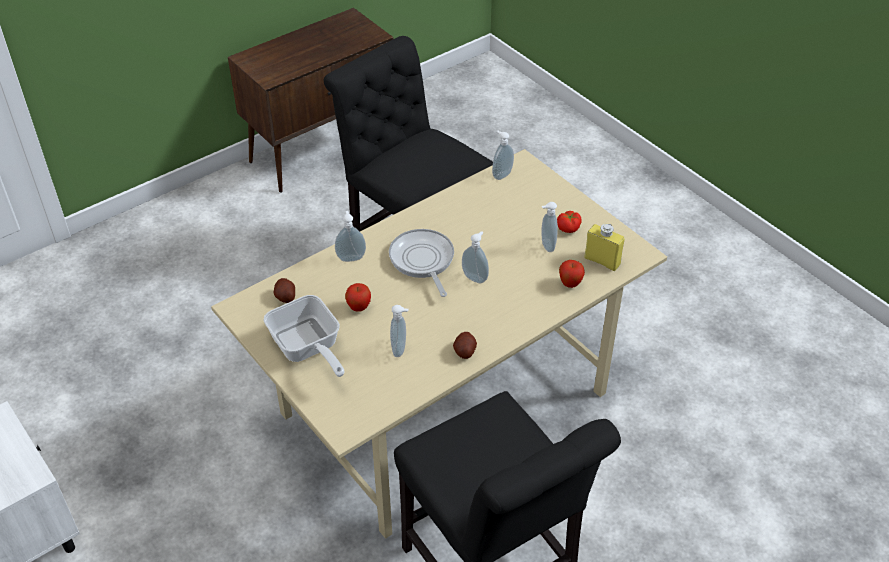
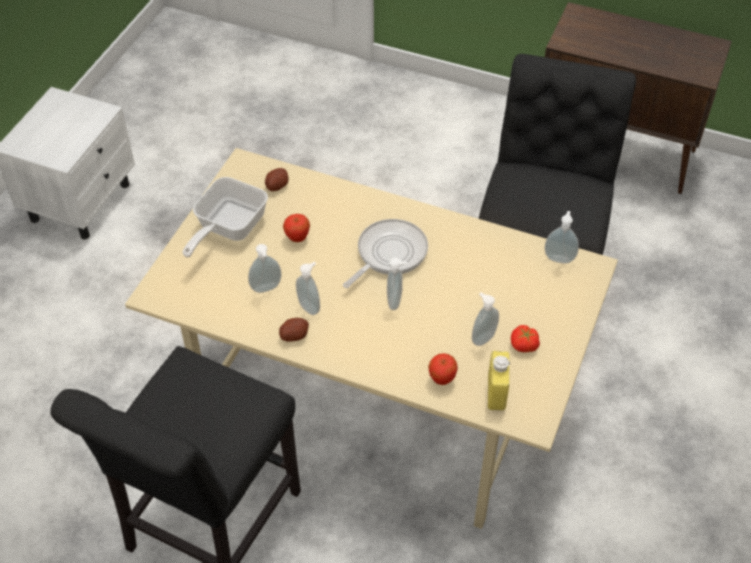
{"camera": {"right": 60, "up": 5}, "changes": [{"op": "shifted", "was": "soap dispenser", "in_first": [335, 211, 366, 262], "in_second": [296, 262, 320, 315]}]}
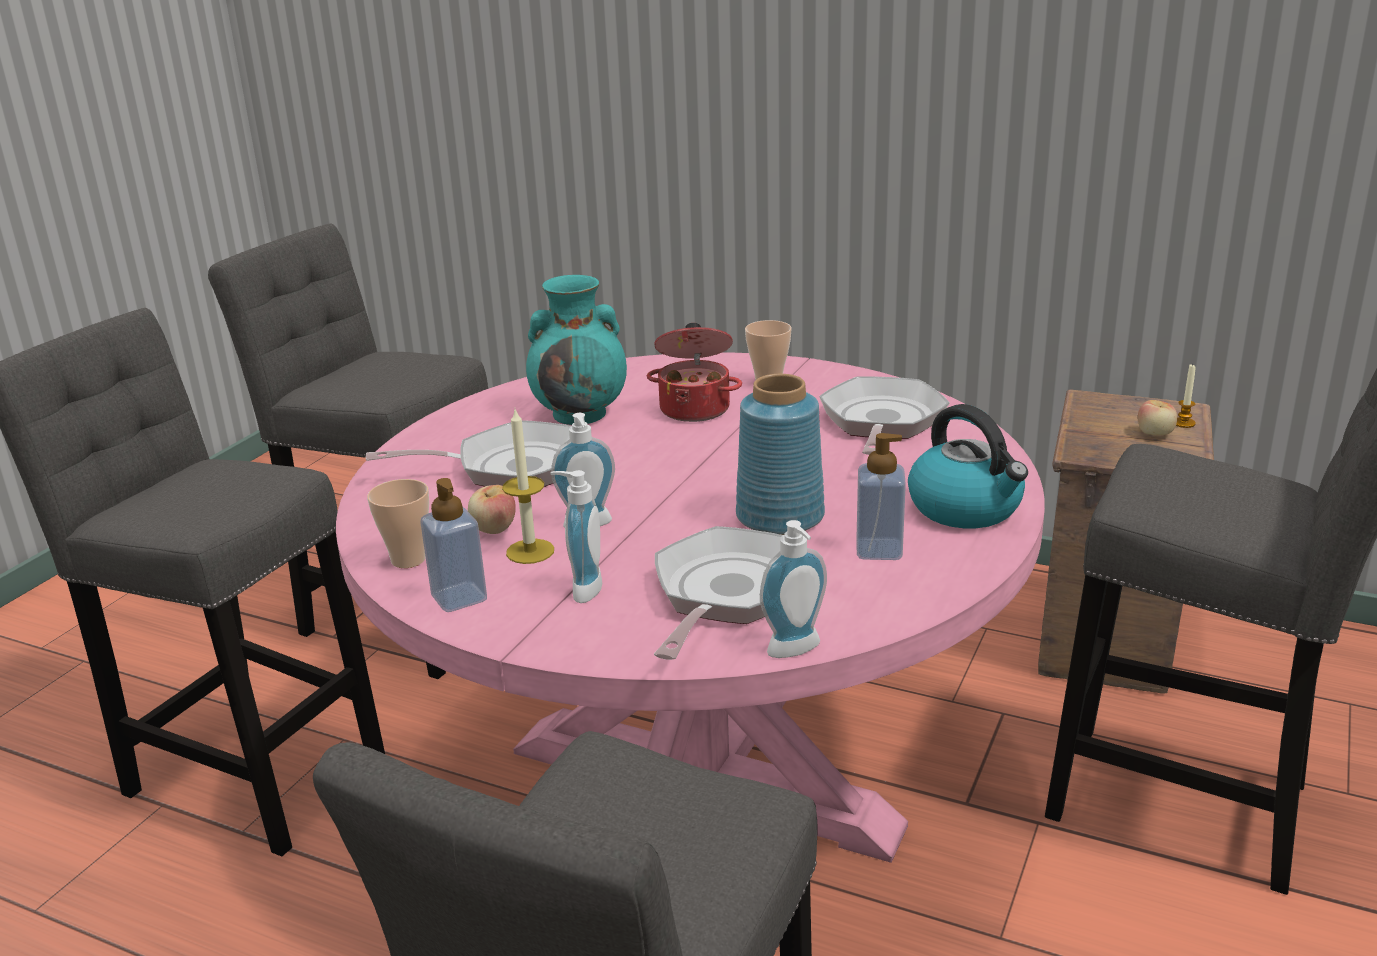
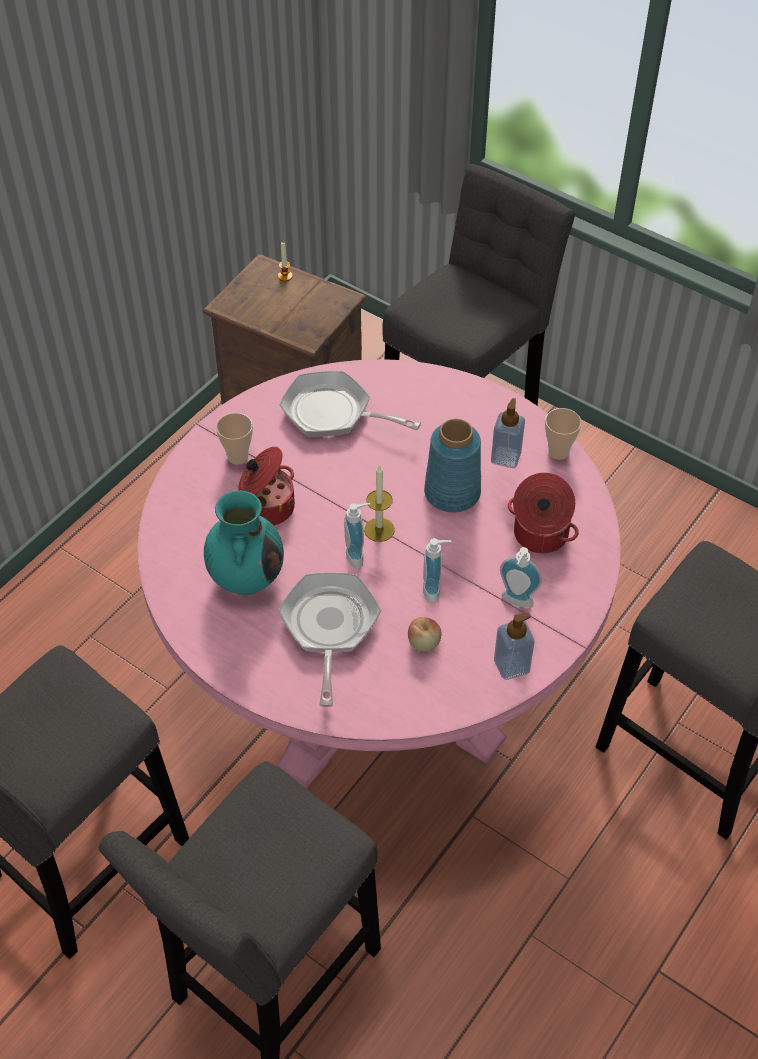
{"camera": {"right": -80, "up": 25}, "changes": [{"op": "shifted", "was": "soap dispenser", "in_first": [760, 520, 827, 658], "in_second": [344, 503, 370, 569]}, {"op": "shifted", "was": "candle", "in_first": [502, 407, 554, 564], "in_second": [364, 465, 395, 542]}, {"op": "swapped", "was": "frying pan", "now": "cooking pot", "in_first": [654, 526, 783, 660], "in_second": [508, 473, 579, 554]}, {"op": "shifted", "was": "cup", "in_first": [367, 479, 429, 568], "in_second": [545, 408, 582, 460]}, {"op": "gone", "was": "kettle", "in_first": [908, 404, 1028, 528]}, {"op": "gone", "was": "apple", "in_first": [1138, 400, 1177, 435]}]}
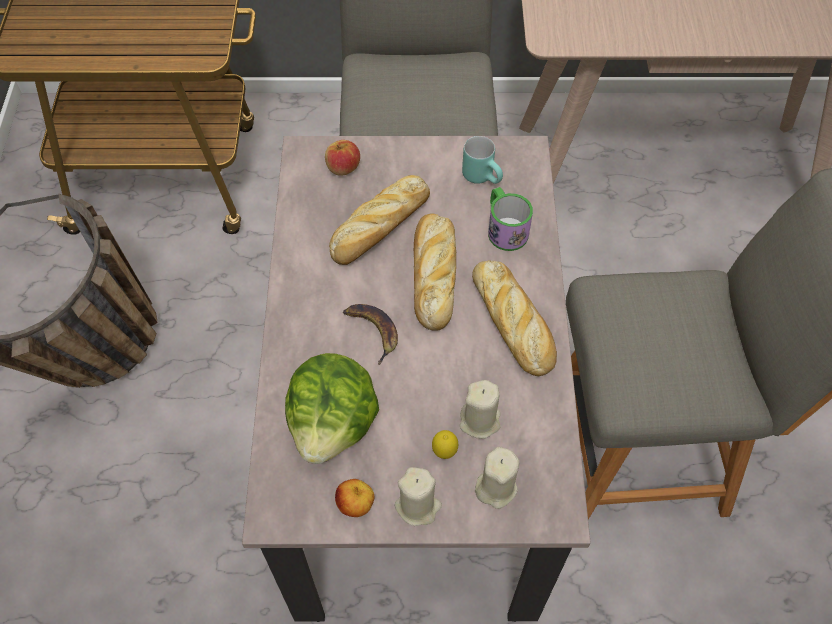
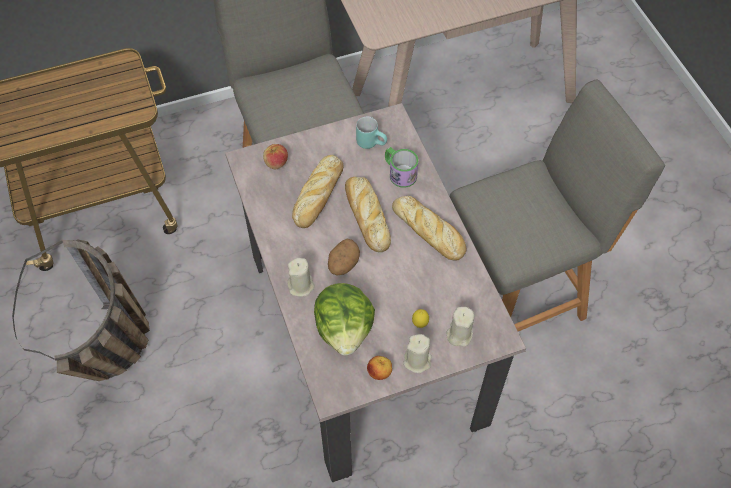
{"camera": {"right": -20, "up": 0}, "changes": [{"op": "shifted", "was": "beige candle", "in_first": [460, 380, 501, 439], "in_second": [287, 258, 315, 297]}, {"op": "swapped", "was": "banana", "now": "potato", "in_first": [343, 304, 398, 365], "in_second": [328, 239, 360, 276]}]}
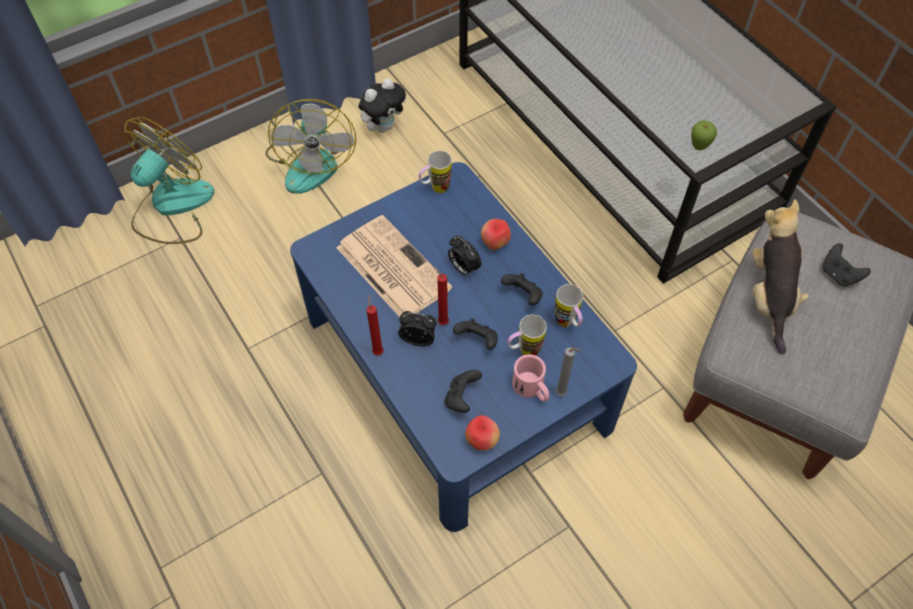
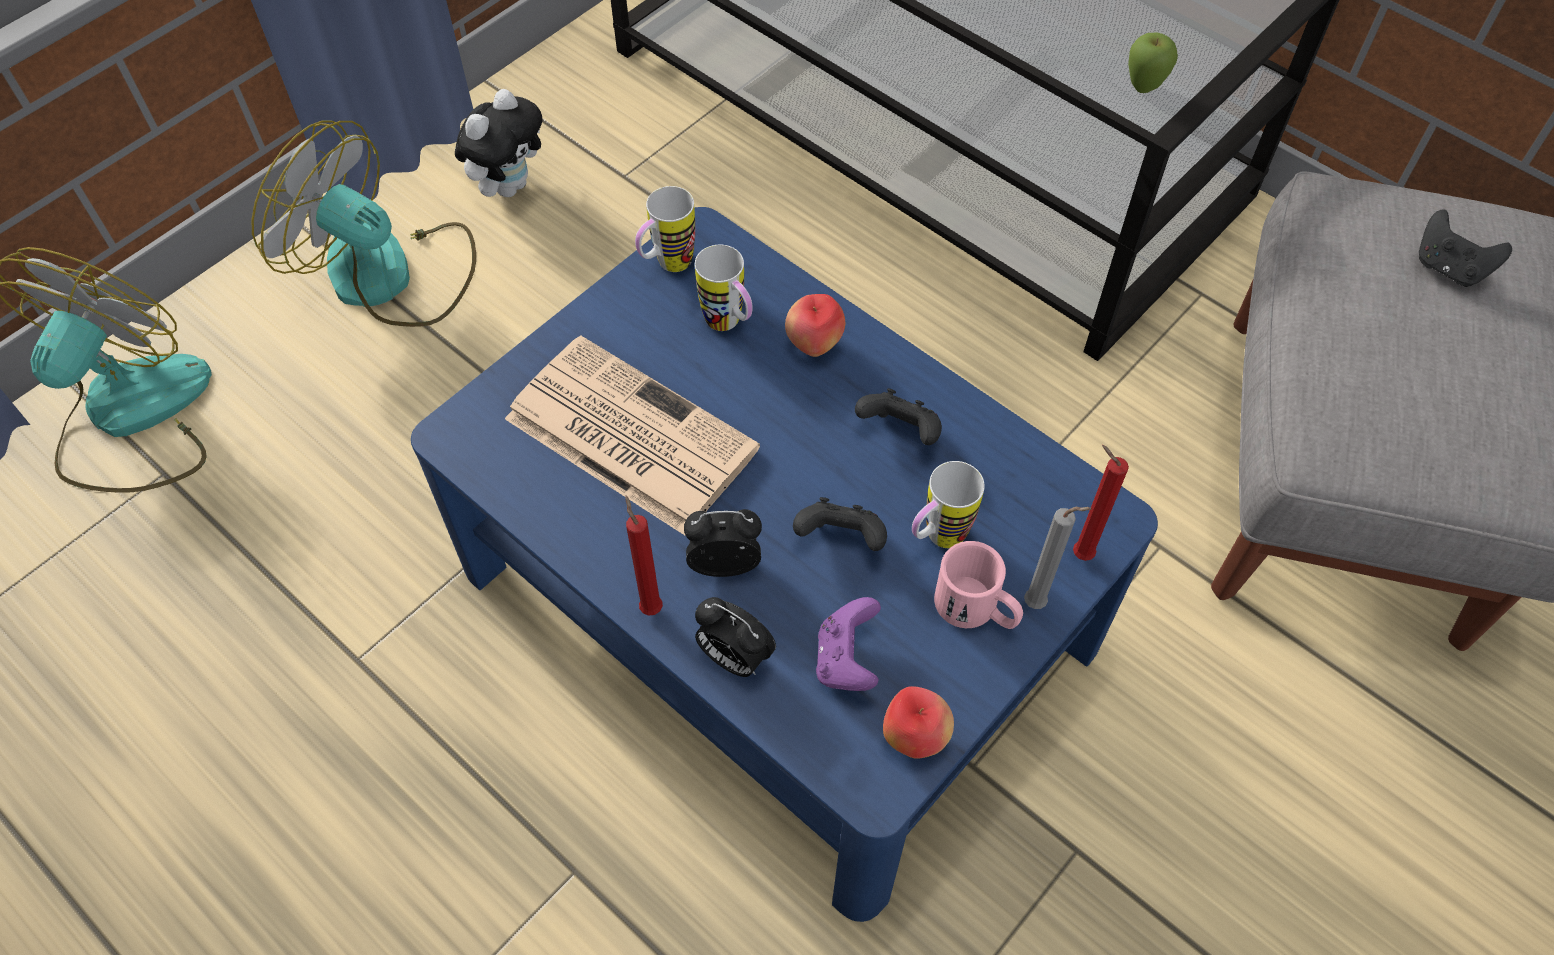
{"camera": {"right": -15, "up": 0}, "changes": [{"op": "rotated", "was": "fan", "in_first": [265, 99, 356, 194], "in_second": [251, 121, 476, 327], "clockwise": 135}, {"op": "shifted", "was": "mug", "in_first": [555, 284, 583, 327], "in_second": [695, 245, 753, 331]}, {"op": "shifted", "was": "alarm clock", "in_first": [448, 236, 482, 276], "in_second": [695, 597, 776, 677]}, {"op": "repainted", "was": "black game controller", "now": "purple game controller", "in_first": [444, 370, 482, 413], "in_second": [816, 597, 881, 691]}, {"op": "shifted", "was": "red candle", "in_first": [435, 266, 449, 325], "in_second": [1073, 445, 1129, 561]}, {"op": "gone", "was": "plush toy", "in_first": [752, 199, 809, 354]}]}
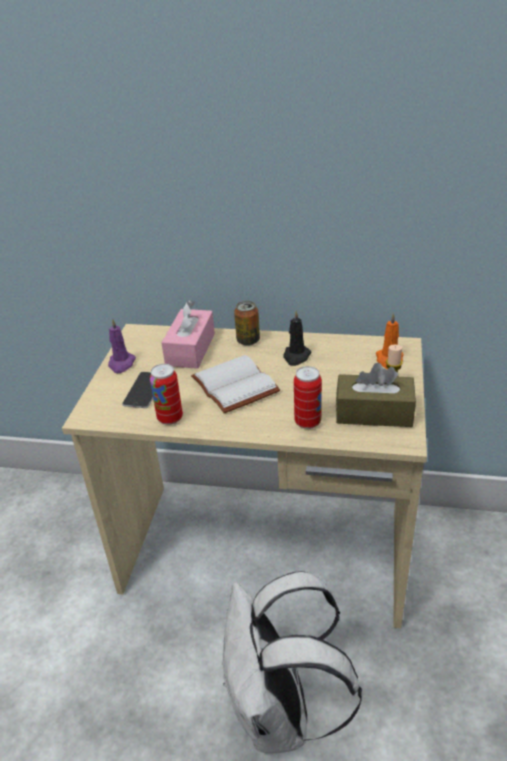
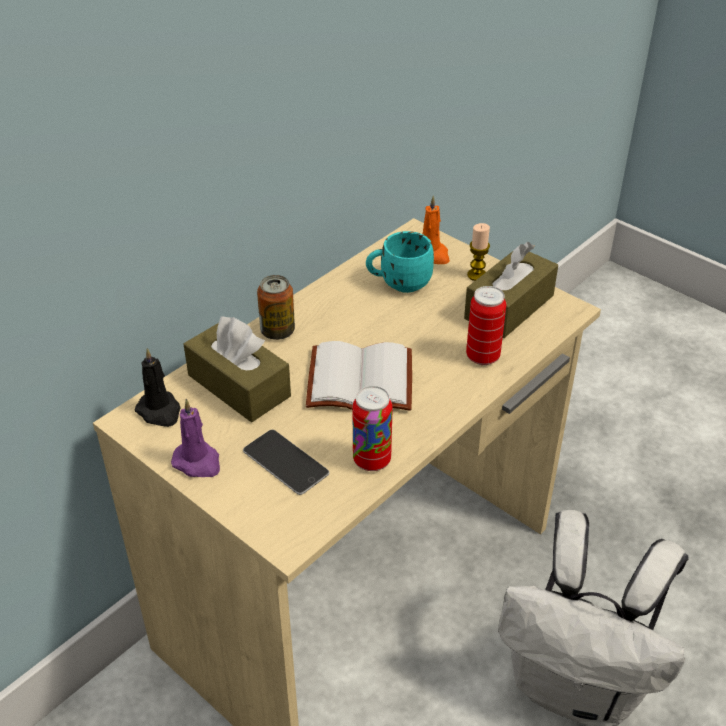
{"camera": {"right": -60, "up": 5}, "changes": [{"op": "shifted", "was": "black candle", "in_first": [283, 311, 311, 366], "in_second": [135, 348, 181, 427]}, {"op": "repainted", "was": "pink tissue box", "now": "brown tissue box", "in_first": [161, 300, 215, 369], "in_second": [183, 316, 291, 422]}, {"op": "new", "now": "turquoise mug", "in_second": [366, 231, 434, 293]}]}
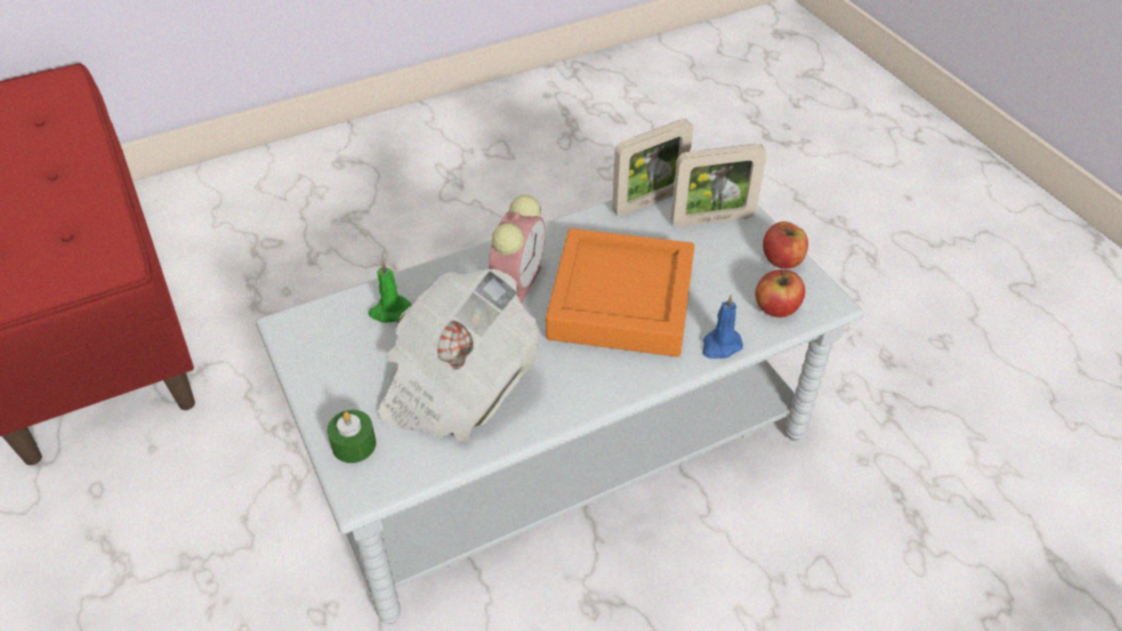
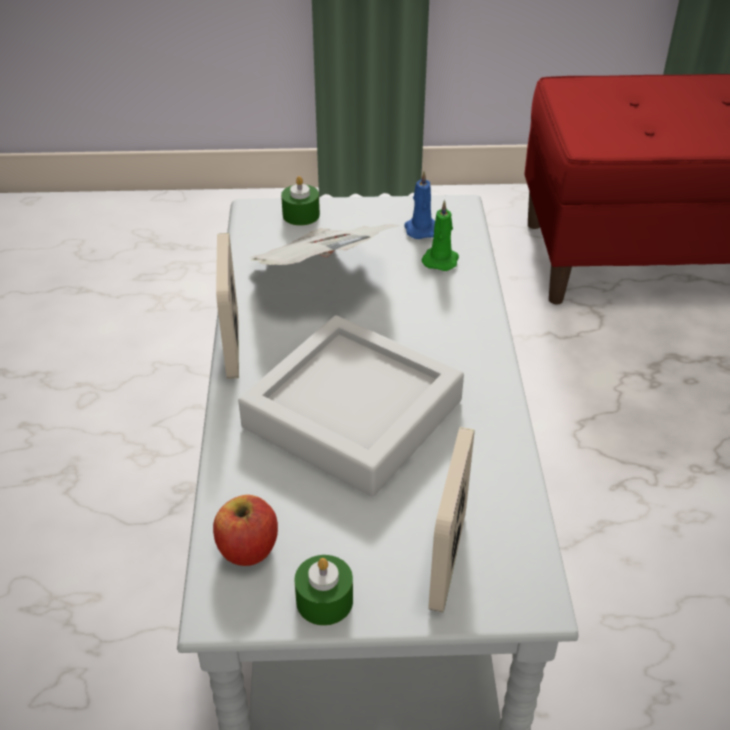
{"camera": {"right": 115, "up": -5}, "changes": [{"op": "shifted", "was": "picture frame", "in_first": [612, 119, 693, 216], "in_second": [216, 233, 239, 379]}, {"op": "repainted", "was": "orange tray", "now": "grey tray", "in_first": [546, 228, 694, 357], "in_second": [238, 315, 464, 497]}, {"op": "swapped", "was": "apple", "now": "green candle", "in_first": [763, 221, 808, 269], "in_second": [294, 555, 353, 626]}, {"op": "shifted", "was": "blue candle", "in_first": [702, 295, 743, 359], "in_second": [404, 171, 435, 239]}, {"op": "gone", "was": "alarm clock", "in_first": [489, 195, 545, 303]}]}
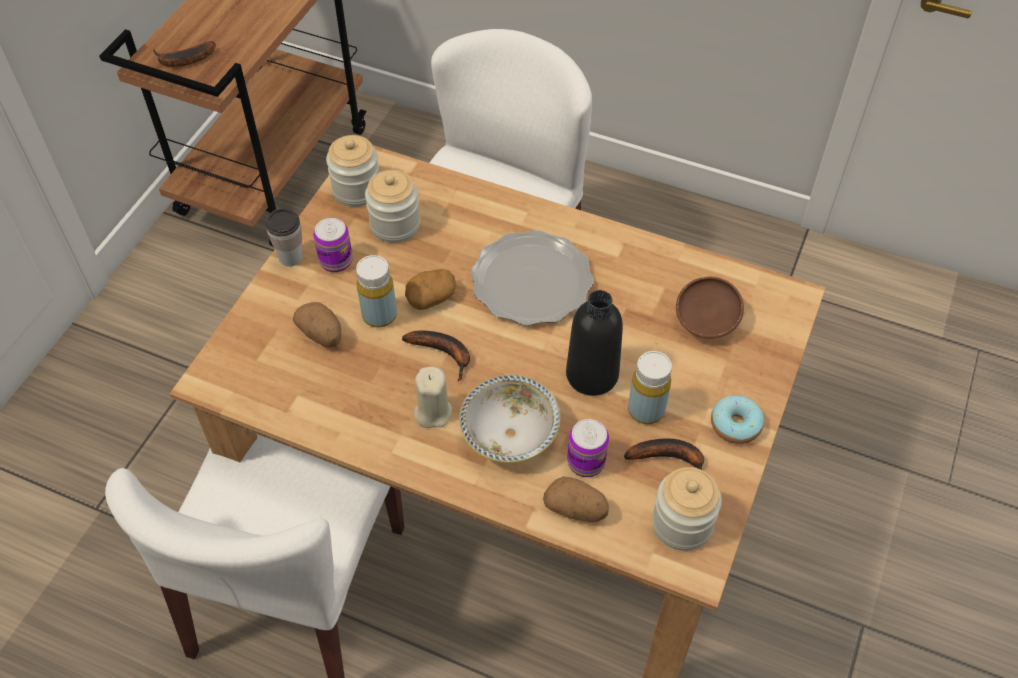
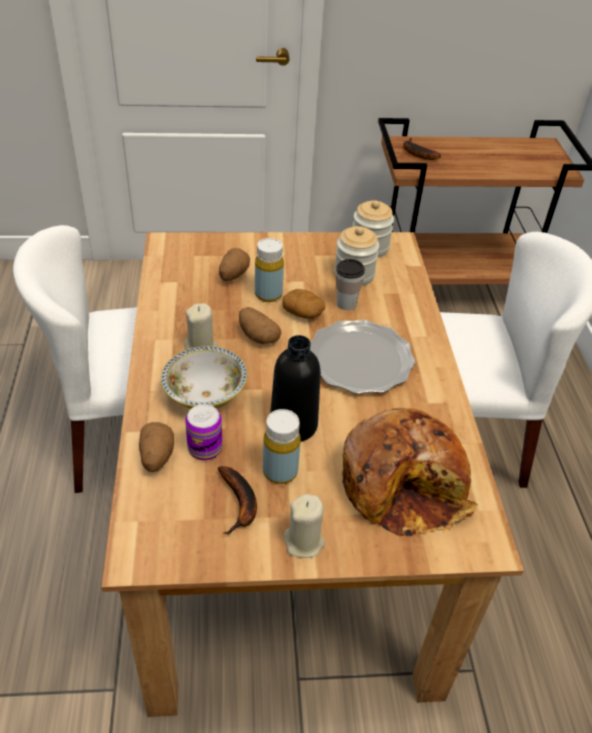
{"camera": {"right": 60, "up": -10}, "changes": [{"op": "swapped", "was": "banana", "now": "potato", "in_first": [402, 330, 470, 381], "in_second": [239, 307, 281, 344]}, {"op": "swapped", "was": "donut", "now": "beige candle", "in_first": [711, 395, 764, 444], "in_second": [284, 494, 325, 558]}, {"op": "shifted", "was": "cup", "in_first": [265, 208, 303, 267], "in_second": [336, 259, 365, 310]}, {"op": "swapped", "was": "brown bowl", "now": "bread", "in_first": [676, 277, 744, 339], "in_second": [342, 408, 478, 537]}, {"op": "gone", "was": "can", "in_first": [313, 218, 353, 273]}, {"op": "gone", "was": "jar", "in_first": [652, 467, 722, 551]}]}
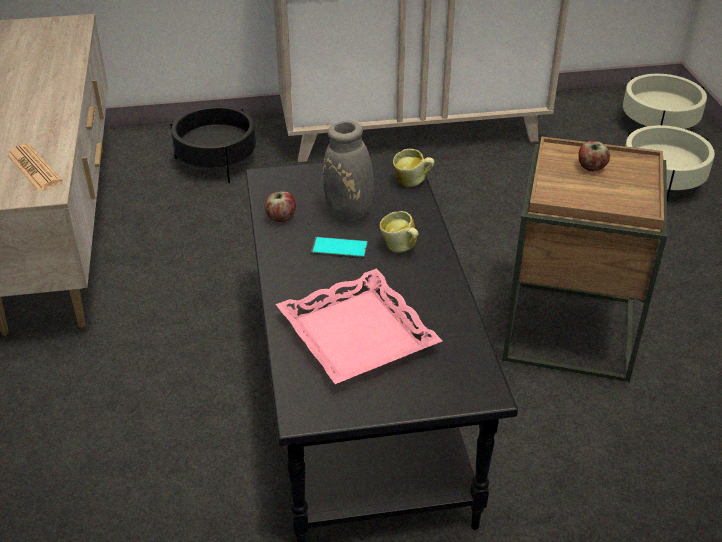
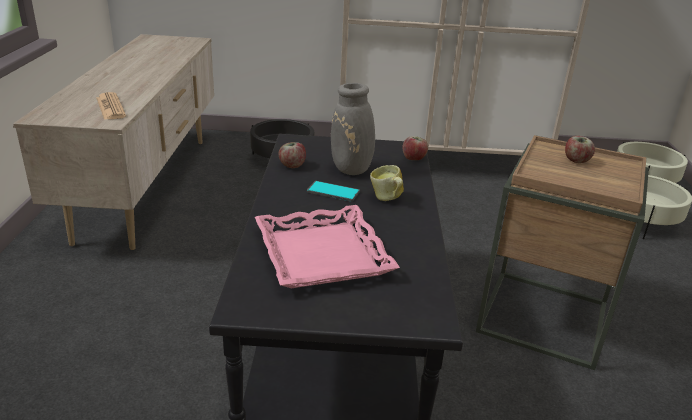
{"camera": {"right": 10, "up": -10}, "changes": [{"op": "swapped", "was": "mug", "now": "apple", "in_first": [393, 149, 434, 187], "in_second": [402, 136, 428, 160]}]}
